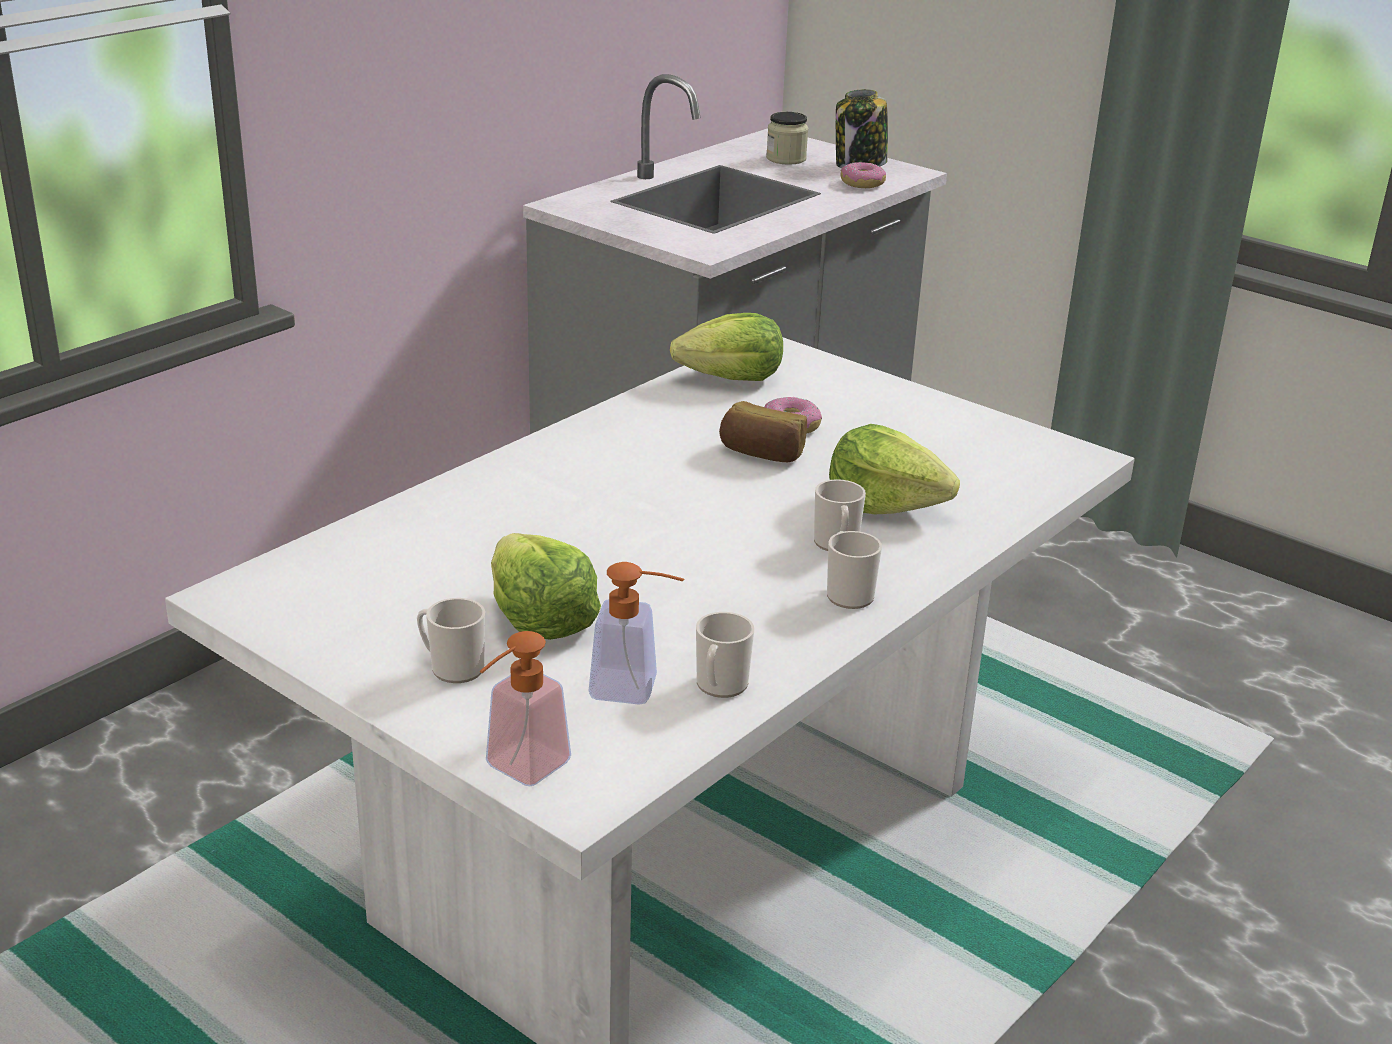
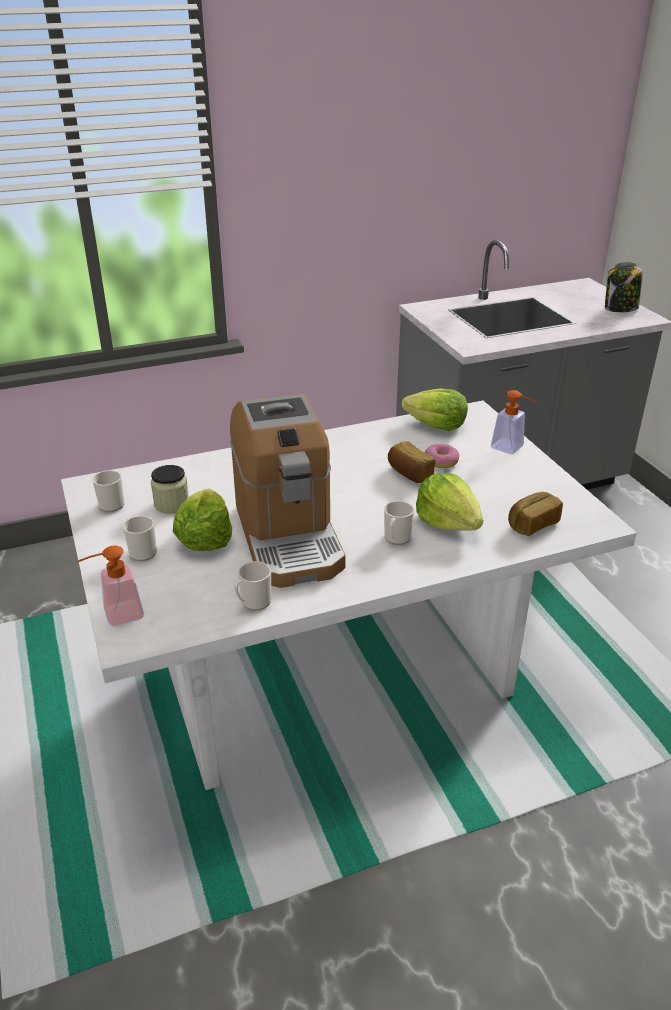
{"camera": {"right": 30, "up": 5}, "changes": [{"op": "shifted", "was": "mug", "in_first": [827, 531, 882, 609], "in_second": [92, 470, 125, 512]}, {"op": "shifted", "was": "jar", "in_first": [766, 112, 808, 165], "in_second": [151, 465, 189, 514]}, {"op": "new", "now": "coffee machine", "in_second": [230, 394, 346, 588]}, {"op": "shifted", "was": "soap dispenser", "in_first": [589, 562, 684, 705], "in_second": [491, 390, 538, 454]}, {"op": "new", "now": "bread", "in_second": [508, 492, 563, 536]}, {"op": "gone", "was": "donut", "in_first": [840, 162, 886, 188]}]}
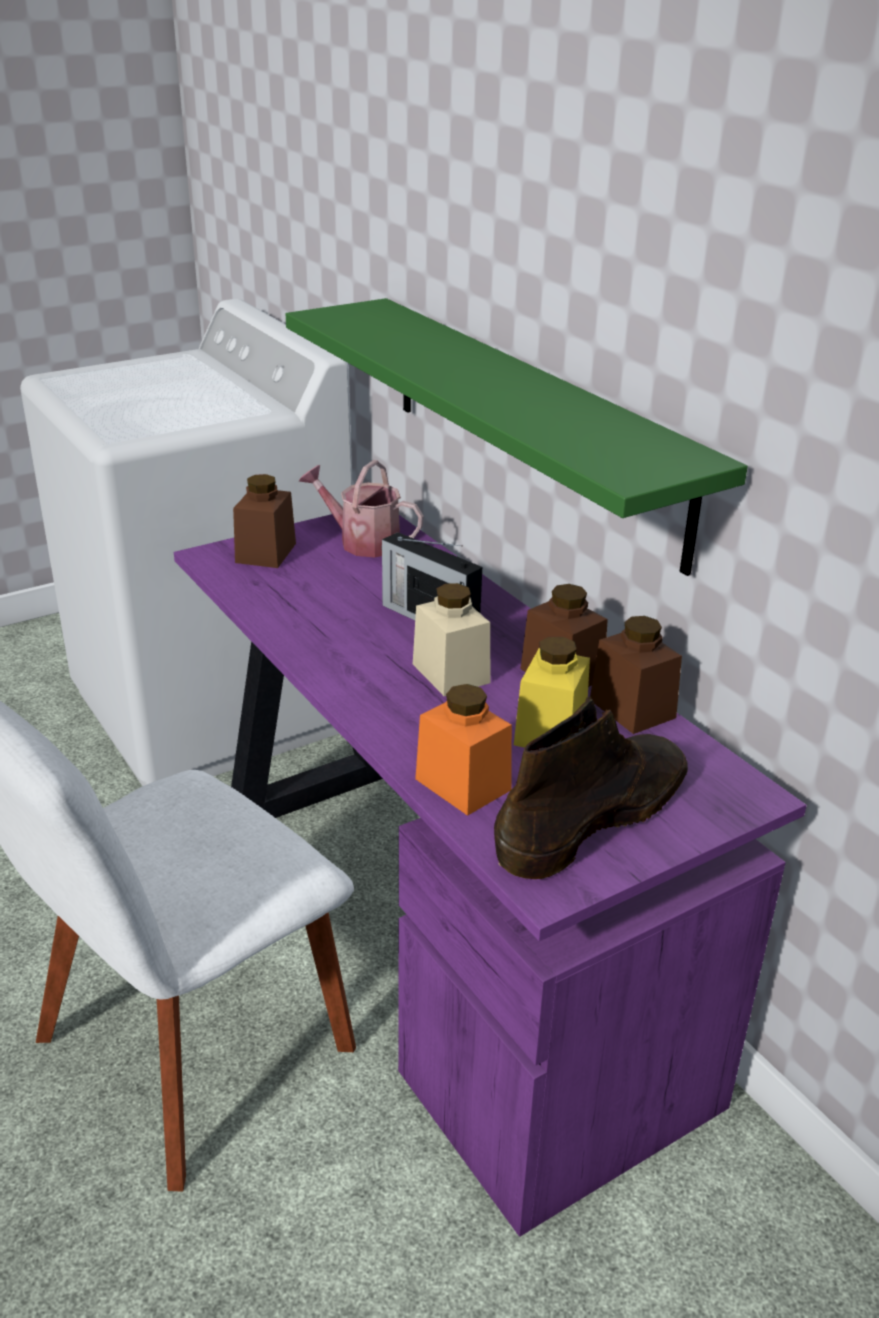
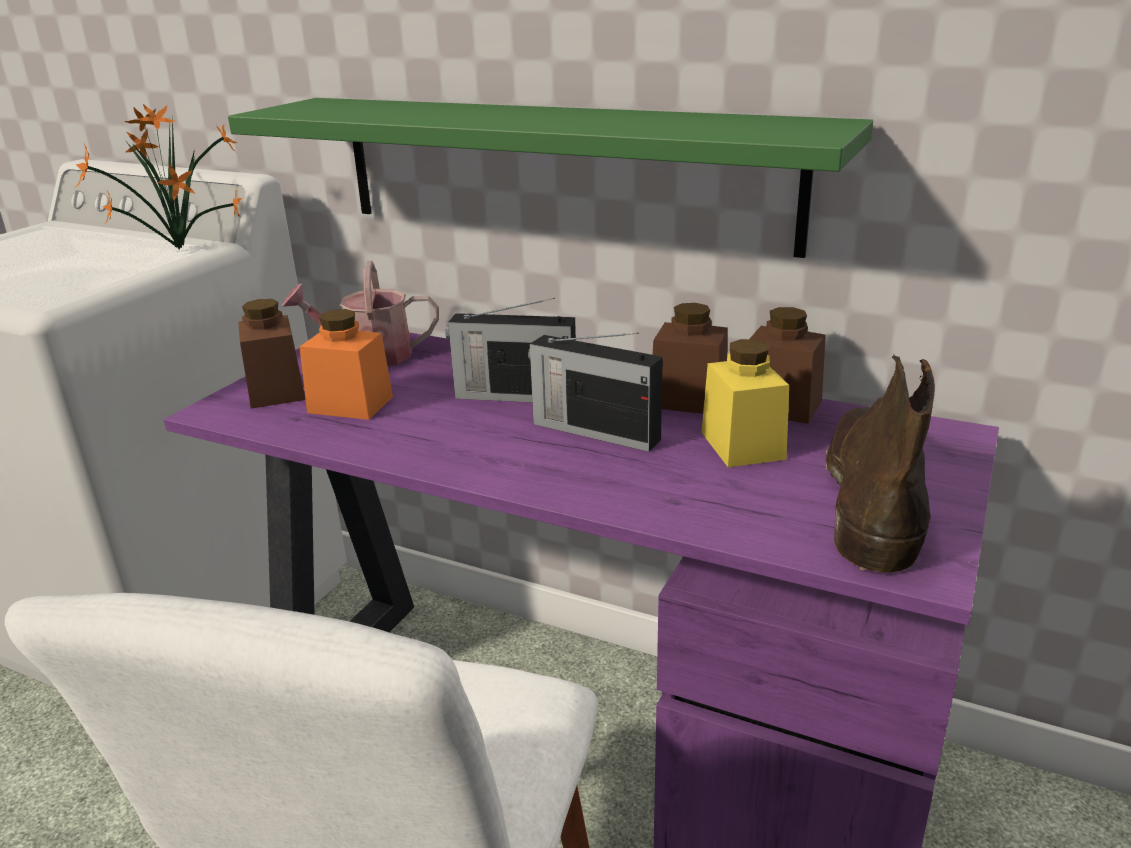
{"camera": {"right": -30, "up": -5}, "changes": [{"op": "new", "now": "potted plant", "in_second": [76, 104, 242, 250]}, {"op": "shifted", "was": "orange jar", "in_first": [415, 684, 512, 816], "in_second": [299, 309, 393, 420]}, {"op": "swapped", "was": "beige jar", "now": "radio", "in_first": [413, 583, 490, 696], "in_second": [528, 333, 663, 452]}]}
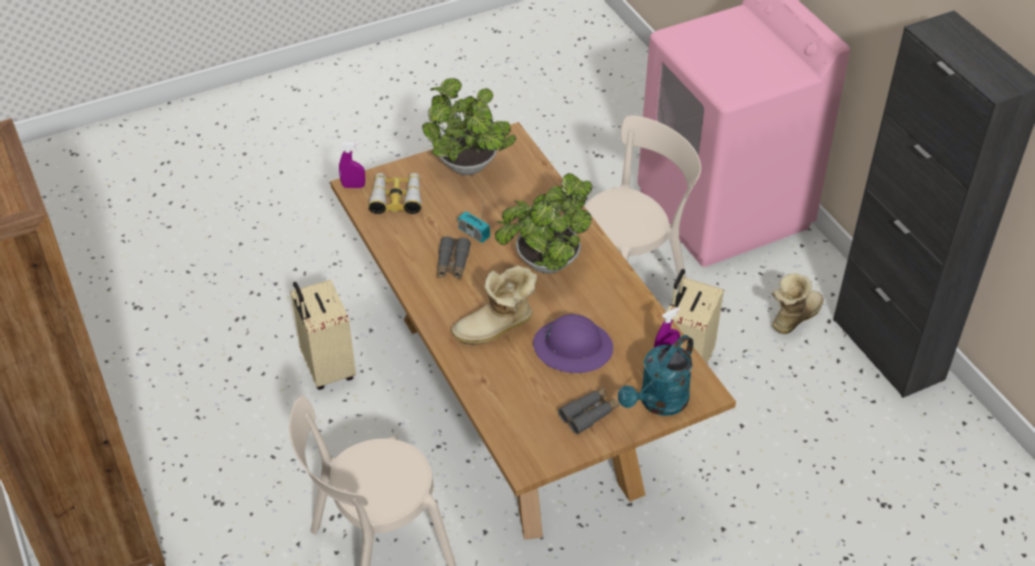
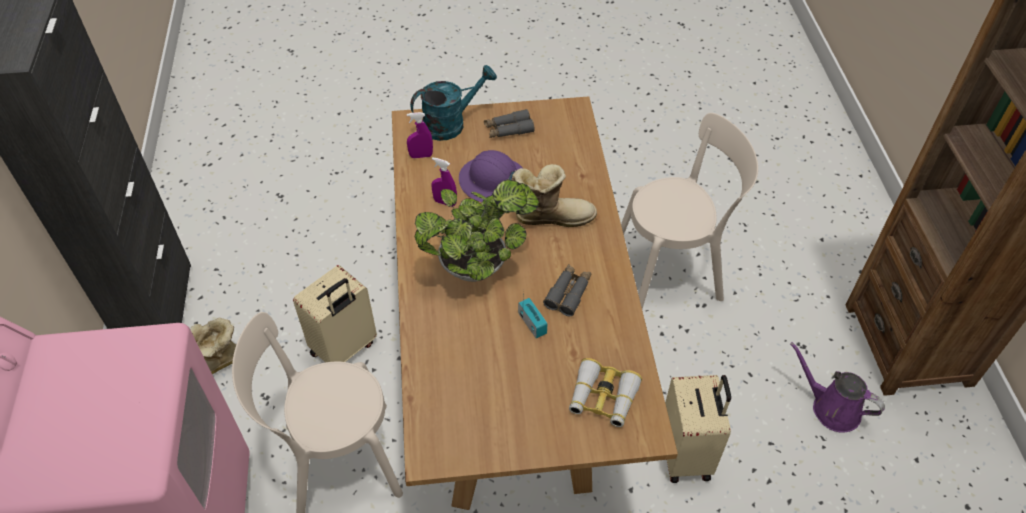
{"camera": {"right": -160, "up": 5}, "changes": [{"op": "shifted", "was": "purple spray bottle", "in_first": [339, 142, 365, 188], "in_second": [431, 157, 457, 207]}, {"op": "new", "now": "purple watering can", "in_second": [790, 342, 885, 432]}, {"op": "gone", "was": "potted plant", "in_first": [422, 78, 516, 175]}]}
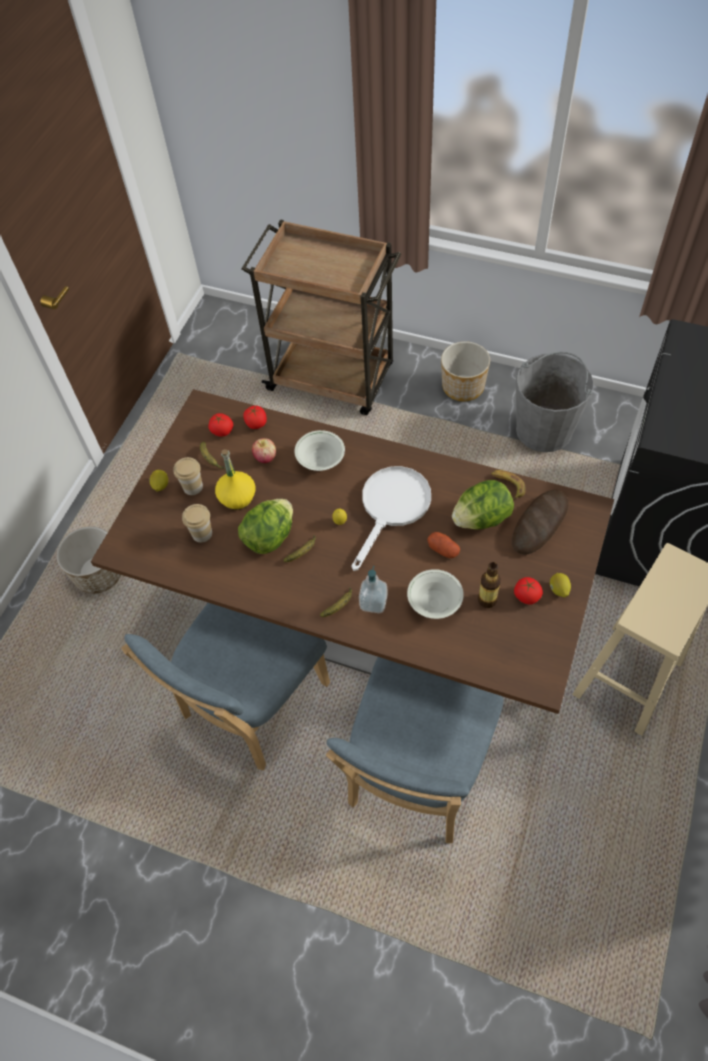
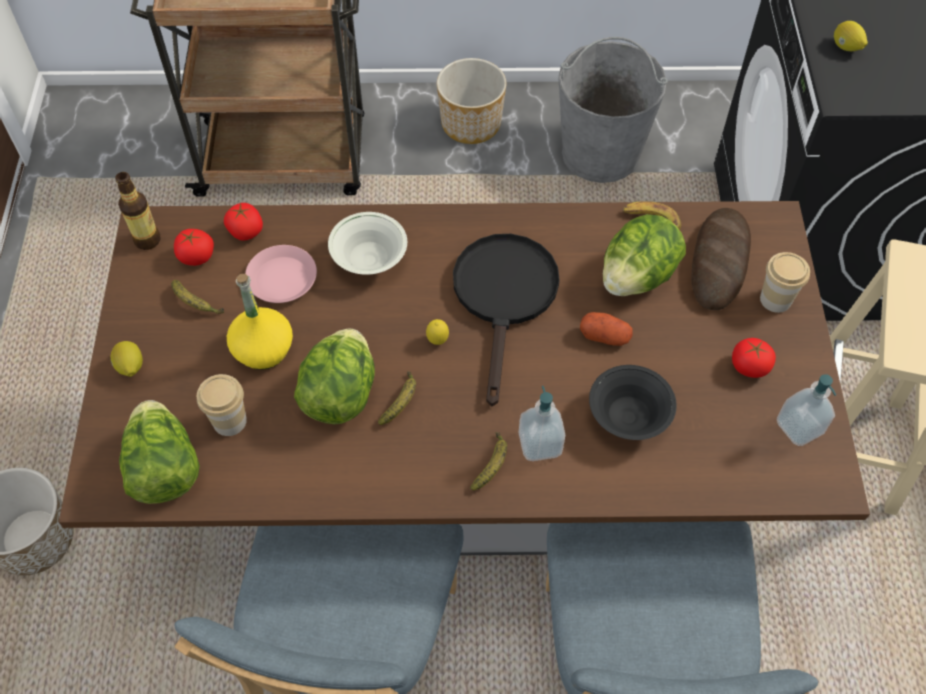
{"camera": {"right": -25, "up": 0}, "changes": [{"op": "shifted", "was": "bottle", "in_first": [478, 562, 501, 608], "in_second": [115, 172, 160, 250]}, {"op": "new", "now": "lettuce", "in_second": [119, 400, 200, 504]}, {"op": "swapped", "was": "apple", "now": "pink plate", "in_first": [252, 438, 276, 463], "in_second": [245, 245, 317, 303]}, {"op": "repainted", "was": "white frying pan", "now": "black frying pan", "in_first": [352, 466, 431, 571], "in_second": [453, 234, 560, 406]}, {"op": "repainted", "was": "white bowl", "now": "black bowl", "in_first": [407, 569, 464, 619], "in_second": [589, 365, 677, 440]}, {"op": "shifted", "was": "cup", "in_first": [173, 457, 203, 495], "in_second": [760, 252, 810, 313]}, {"op": "new", "now": "soap dispenser", "in_second": [777, 374, 836, 446]}, {"op": "shifted", "was": "lemon", "in_first": [550, 573, 571, 598], "in_second": [834, 21, 868, 51]}]}
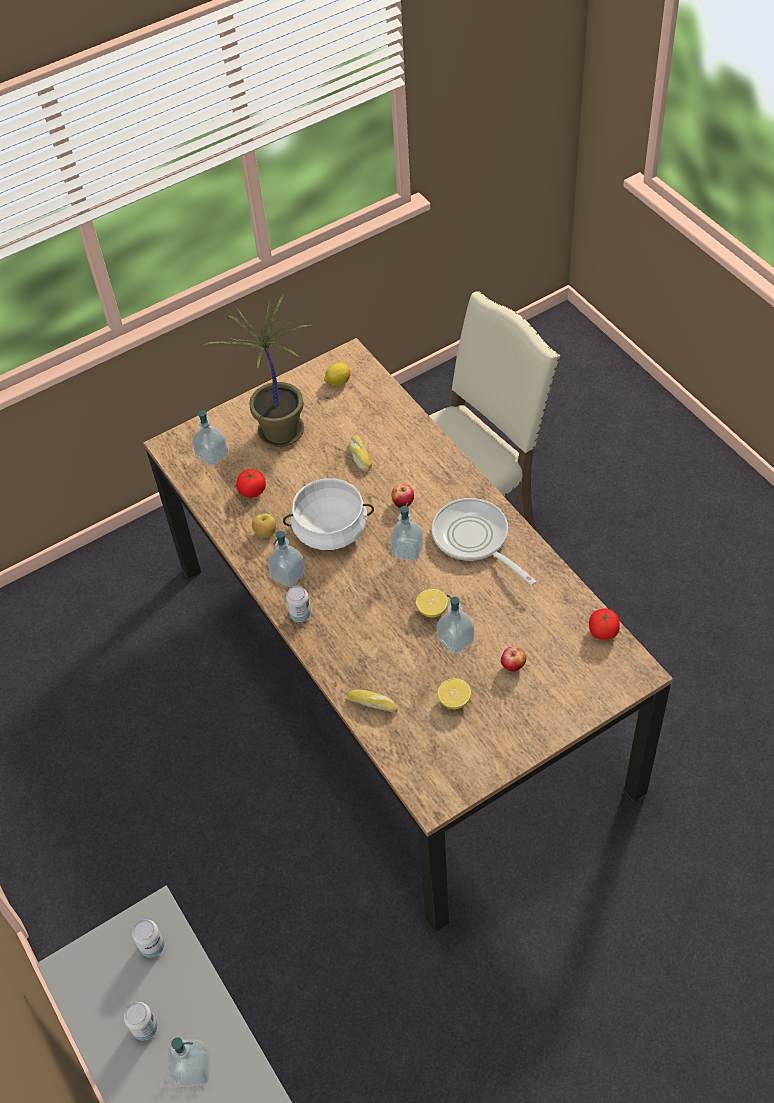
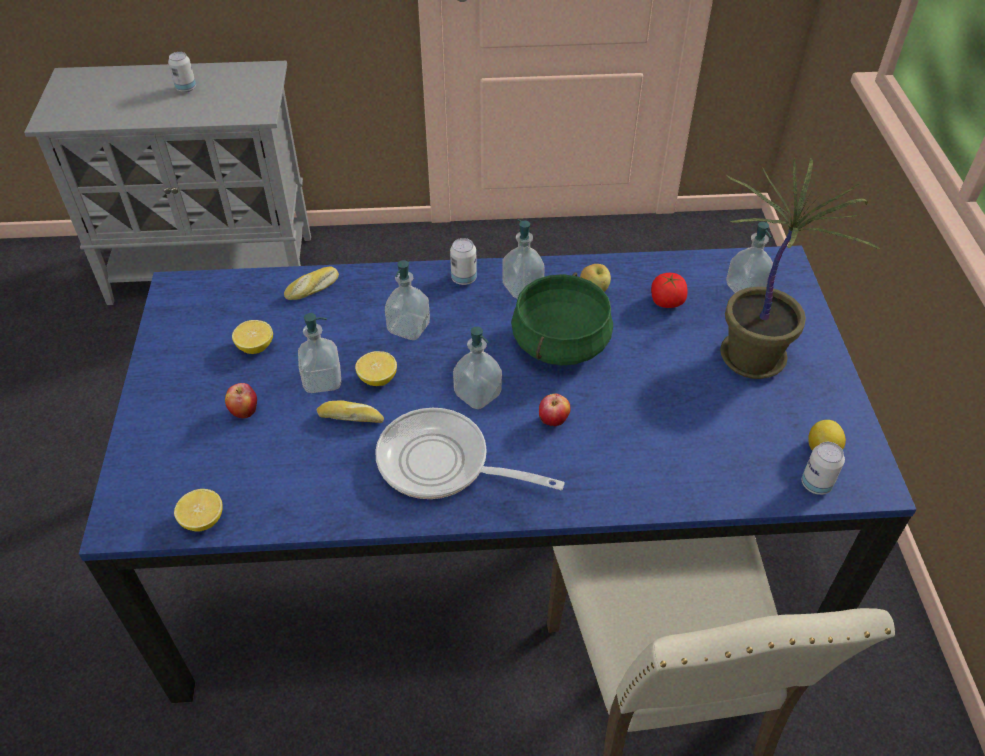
{"camera": {"right": 115, "up": -5}, "changes": [{"op": "repainted", "was": "brown dining table", "now": "blue dining table", "in_first": [143, 338, 673, 933], "in_second": [79, 245, 917, 703]}, {"op": "swapped", "was": "tomato", "now": "lemon", "in_first": [589, 609, 620, 640], "in_second": [174, 489, 223, 532]}, {"op": "shifted", "was": "bread", "in_first": [349, 435, 372, 472], "in_second": [317, 400, 384, 423]}, {"op": "rotated", "was": "frying pan", "in_first": [432, 498, 536, 585], "in_second": [375, 408, 565, 499], "clockwise": -150}, {"op": "shifted", "was": "soap dispenser", "in_first": [168, 1037, 210, 1087], "in_second": [385, 260, 430, 340]}, {"op": "repainted", "was": "white cooking pot", "now": "green cooking pot", "in_first": [283, 478, 374, 550], "in_second": [511, 272, 613, 365]}, {"op": "shifted", "was": "can", "in_first": [132, 920, 165, 957], "in_second": [802, 442, 845, 495]}]}
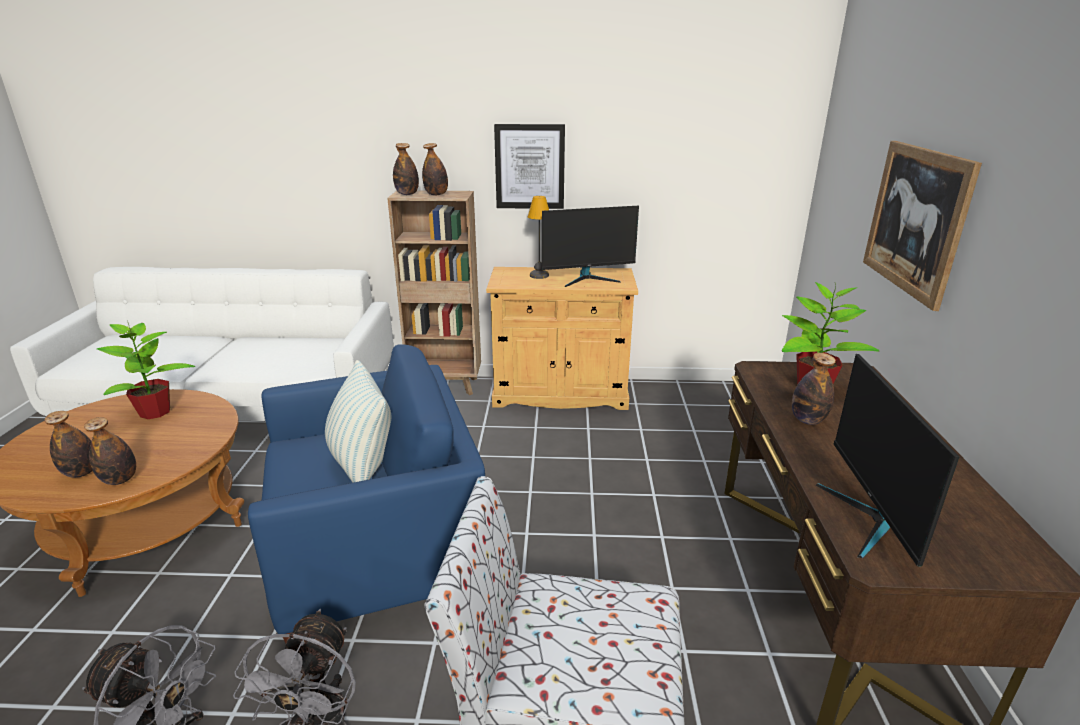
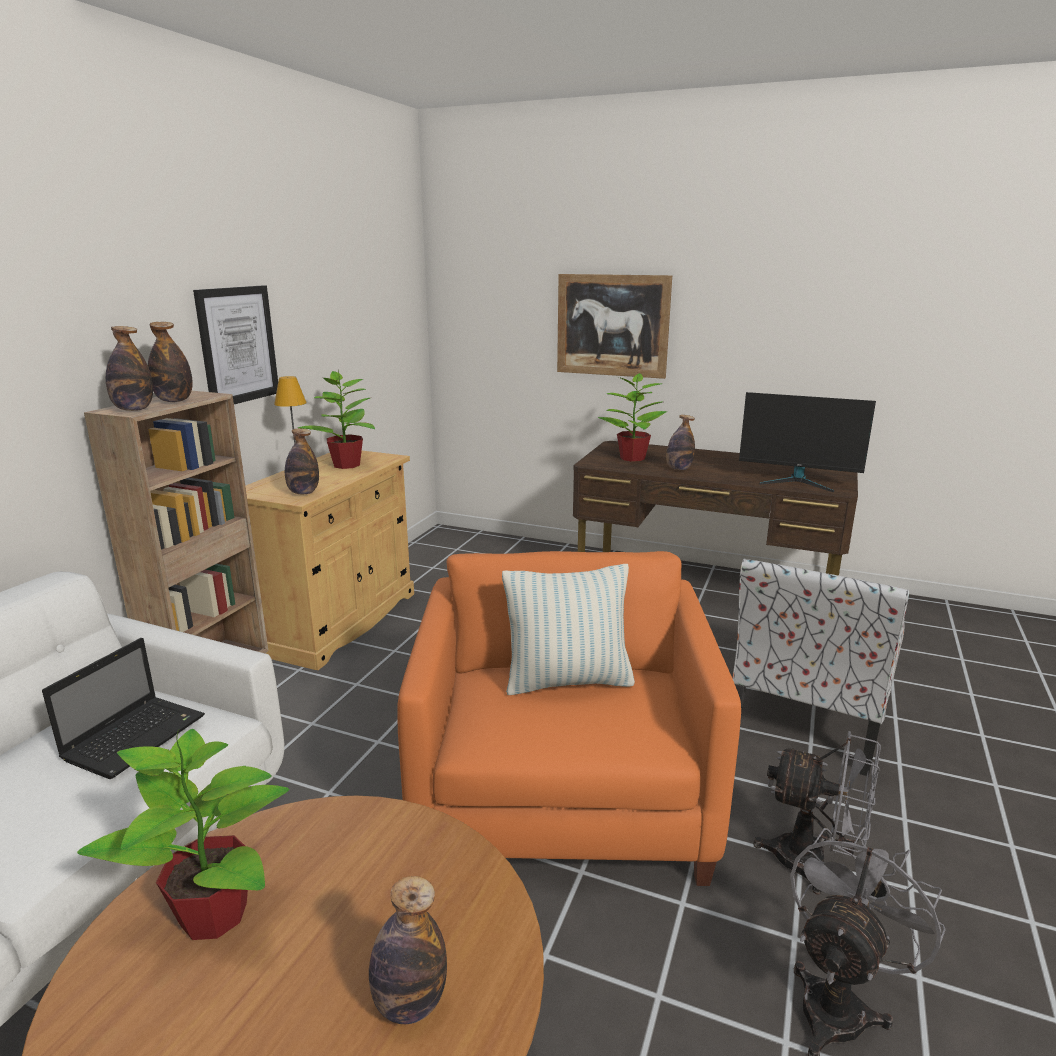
{"camera": {"right": -70, "up": -5}, "changes": [{"op": "new", "now": "laptop", "in_second": [42, 638, 205, 779]}, {"op": "shifted", "was": "bottle", "in_first": [84, 417, 136, 485], "in_second": [285, 429, 319, 494]}, {"op": "swapped", "was": "monitor", "now": "potted plant", "in_first": [542, 206, 639, 287], "in_second": [298, 370, 375, 469]}, {"op": "repainted", "was": "blue armchair", "now": "orange armchair", "in_first": [248, 344, 485, 643], "in_second": [397, 551, 741, 886]}]}
